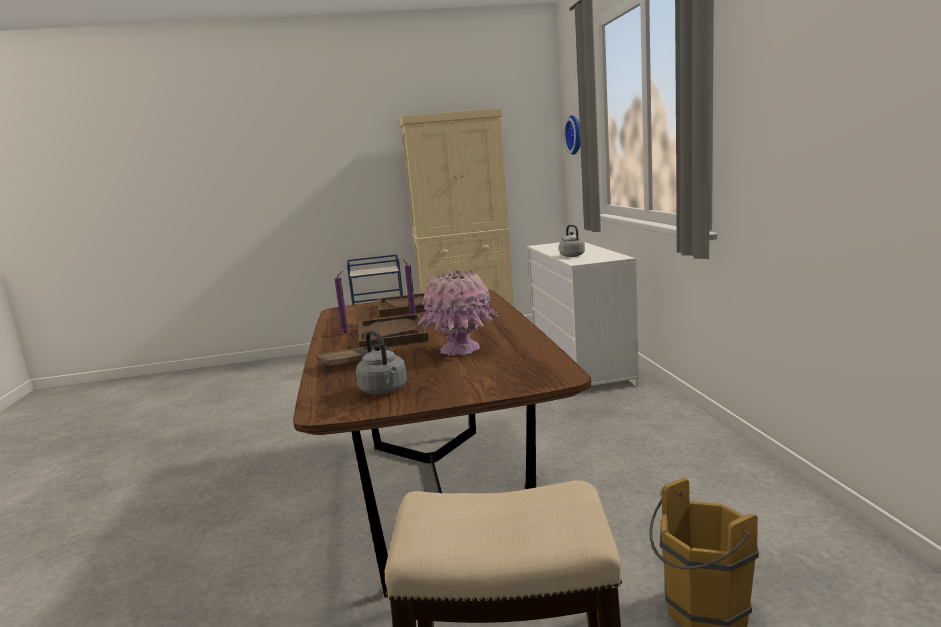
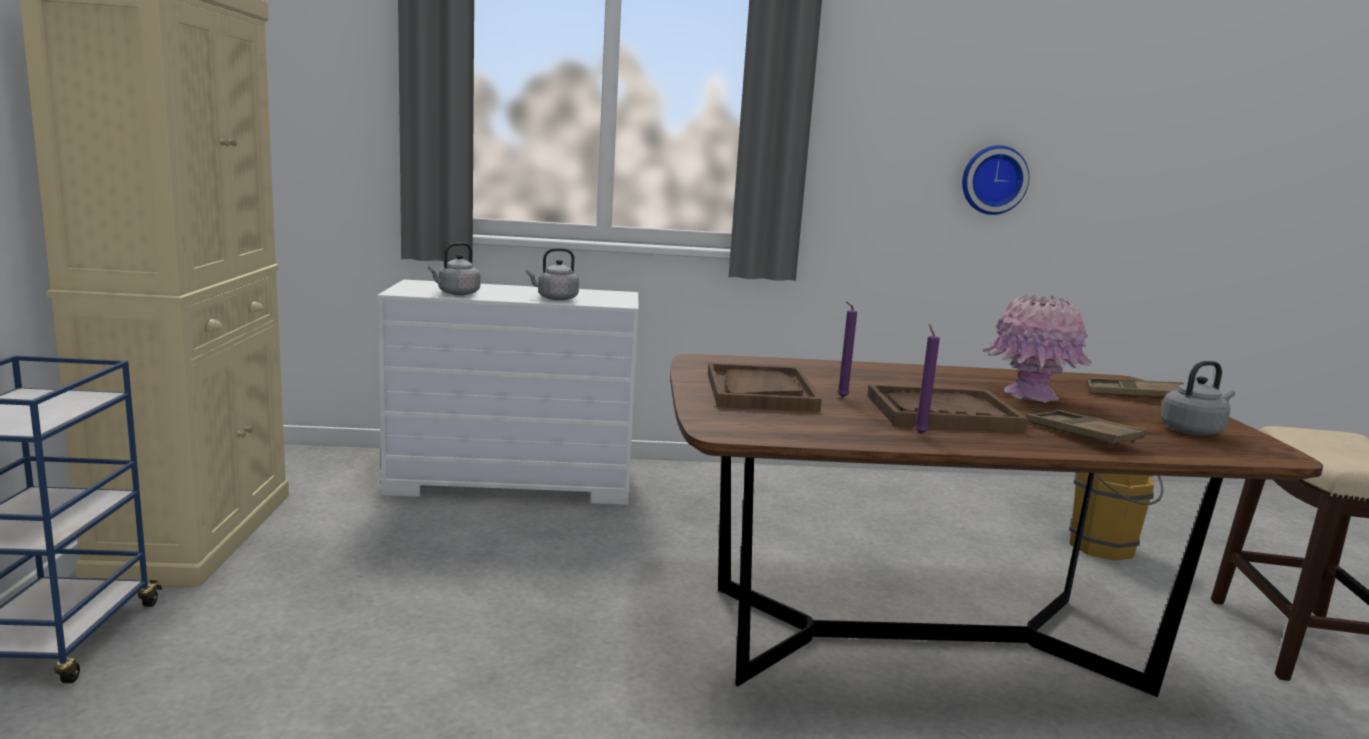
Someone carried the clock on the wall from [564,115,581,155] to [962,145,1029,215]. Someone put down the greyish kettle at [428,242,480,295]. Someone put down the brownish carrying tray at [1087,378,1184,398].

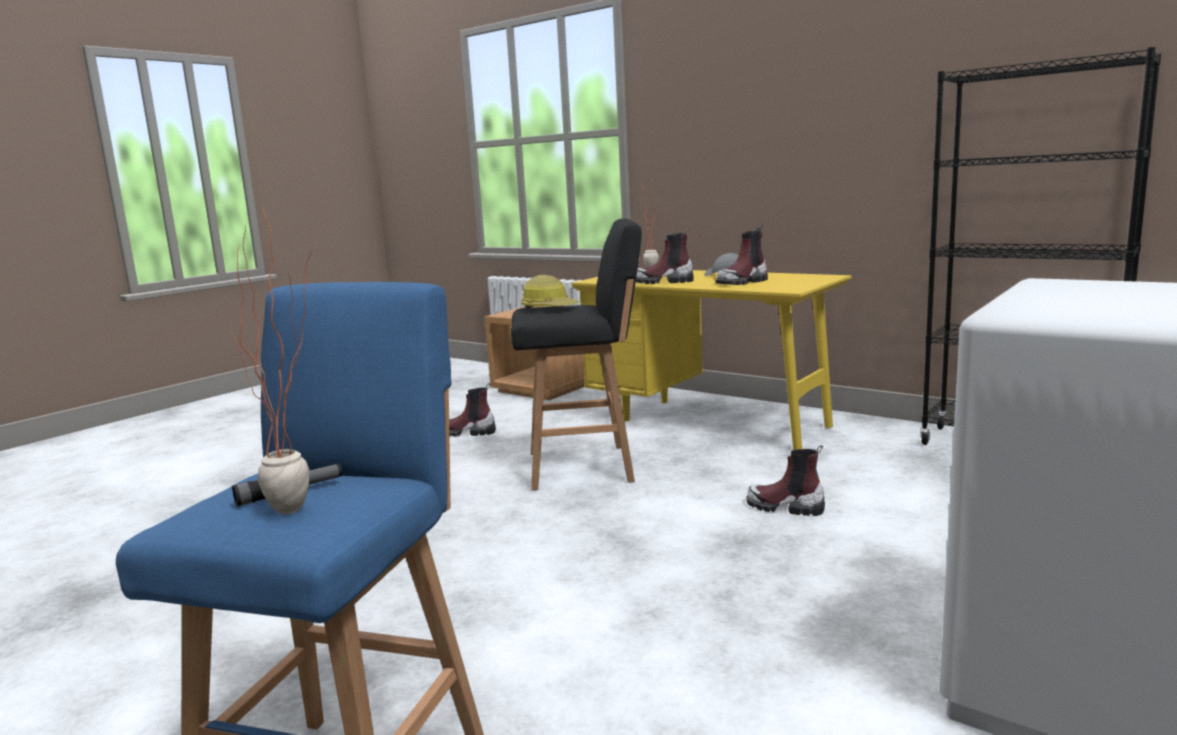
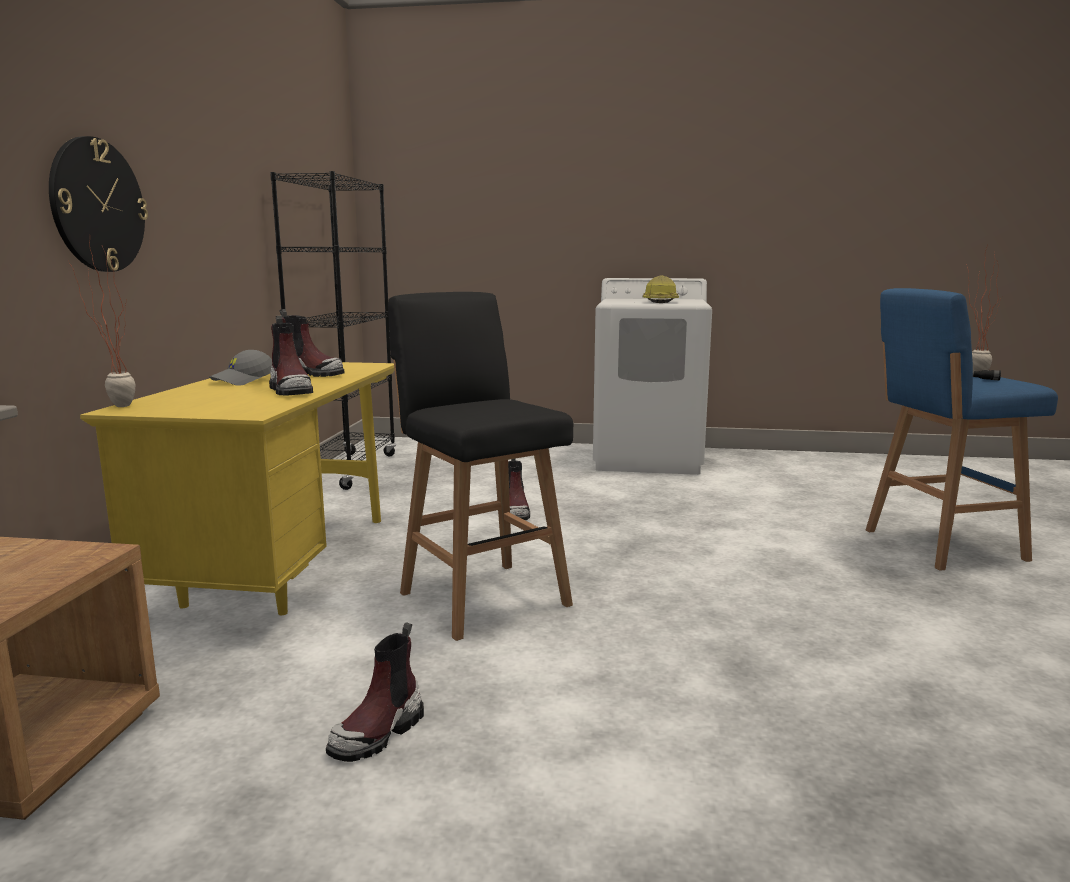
Someone carried the safety helmet from [521,275,579,308] to [643,276,679,303]. Someone rotated the tall boot at [449,383,496,436] by 60 degrees clockwise. Someone put up the clock on the wall at [49,136,148,272].

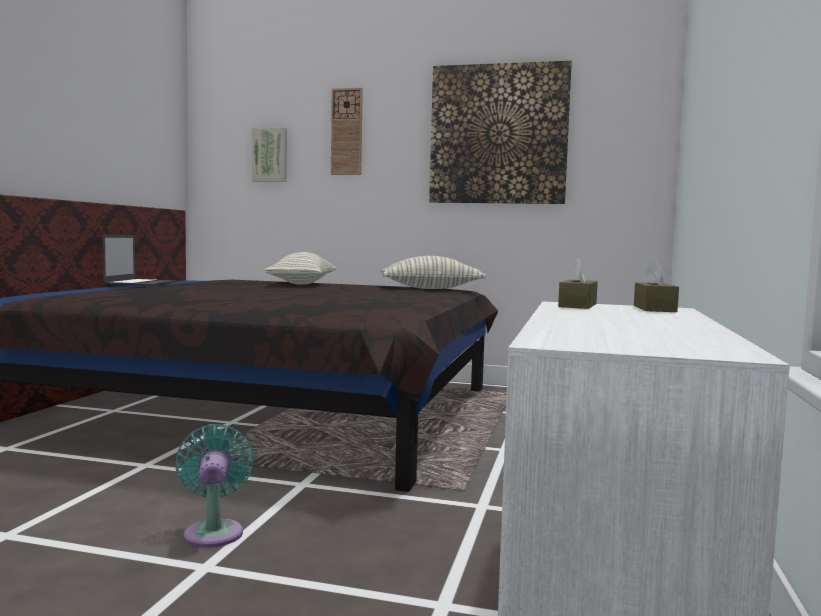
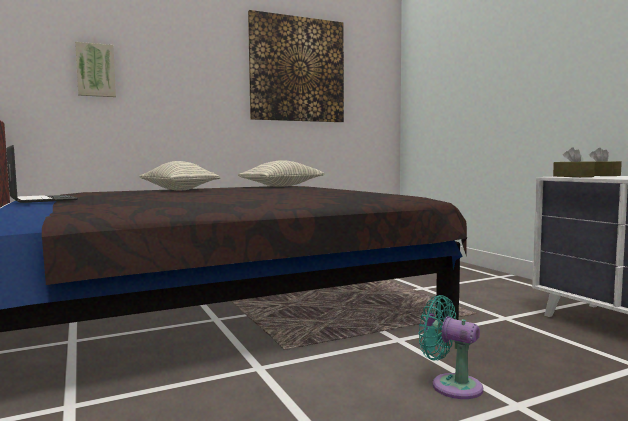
Someone took away the clock on the wall at [331,88,363,175].

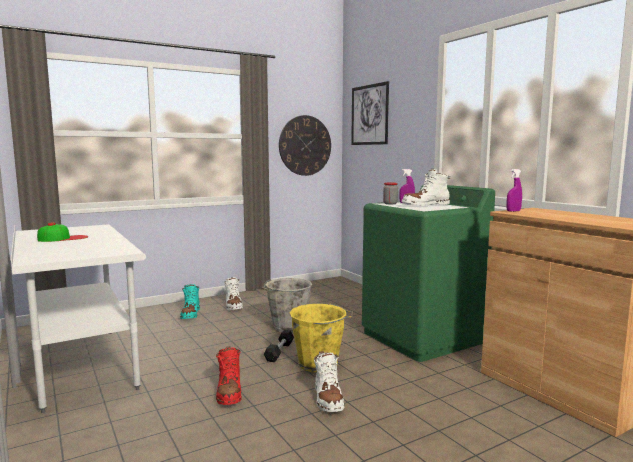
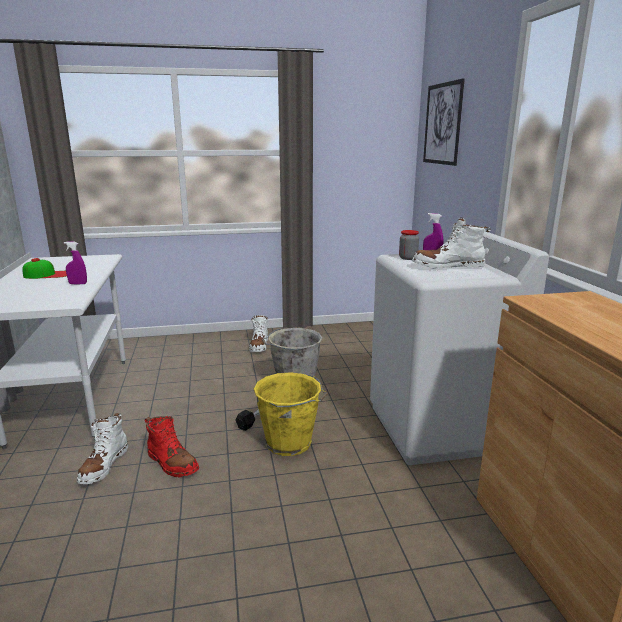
Someone took away the clock on the wall at [279,115,331,176]. Someone carried the purplish sprayer from [506,169,522,212] to [64,242,87,285]. Someone repainted the green laundry appliance at [362,185,495,362], which became the whitish laundry appliance at [370,232,549,465]. Someone took away the blue-green tall boot at [180,284,200,319]. Someone rotated the reddish tall boot at [216,346,242,405] by 60 degrees counterclockwise. Someone carried the whitish tall boot from [314,351,345,412] to [77,413,129,484].

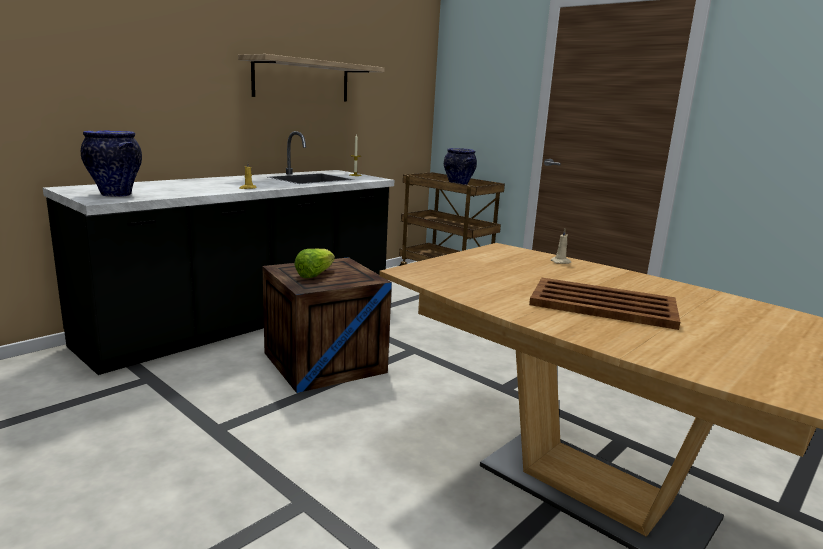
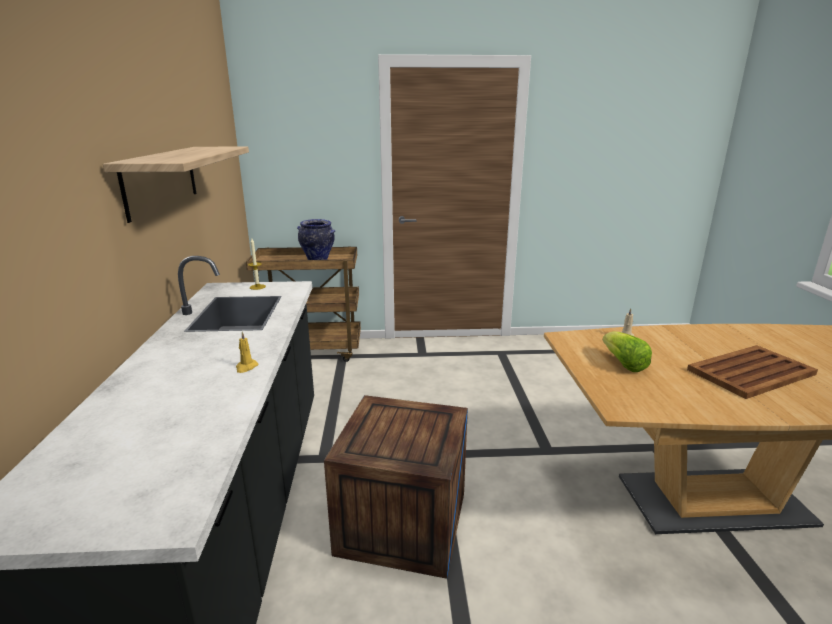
Someone took away the decorative vase at [81,130,142,197]. Someone carried the head of lettuce from [294,248,335,278] to [603,331,652,372].

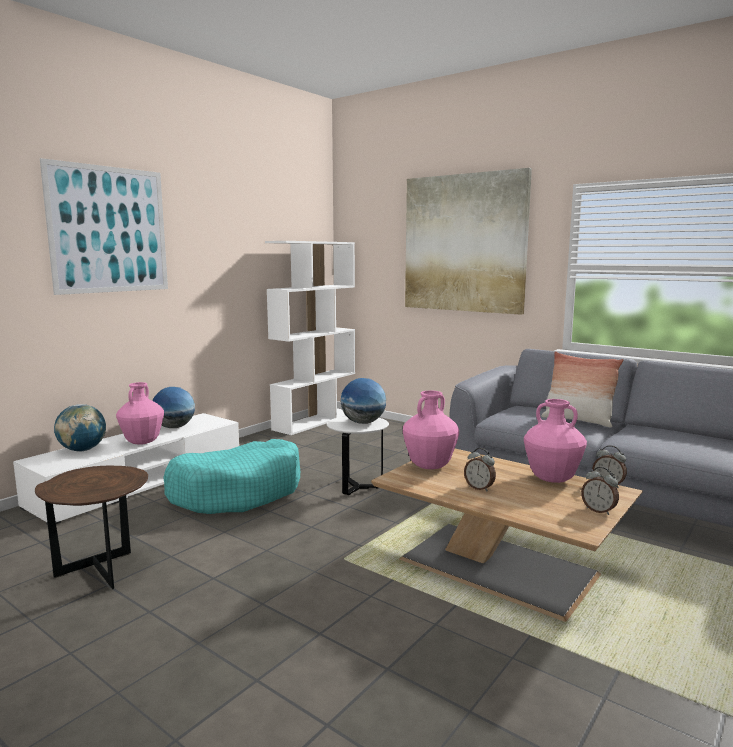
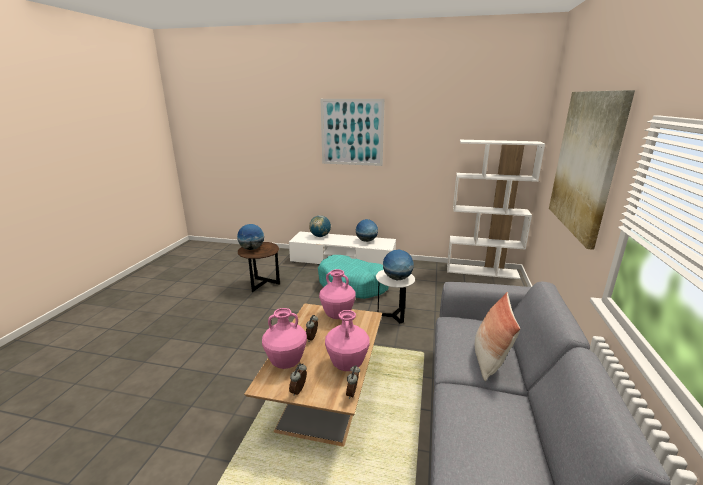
Someone carried the pink decorative vase from [116,382,164,445] to [262,308,307,369]. Someone put down the world globe at [237,224,264,250].

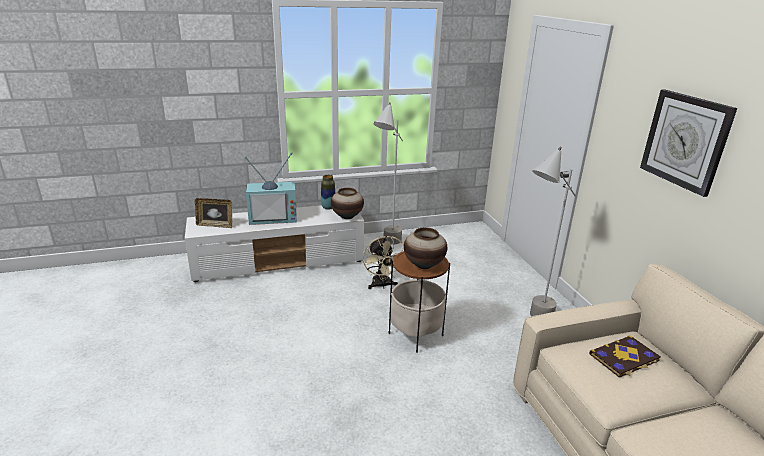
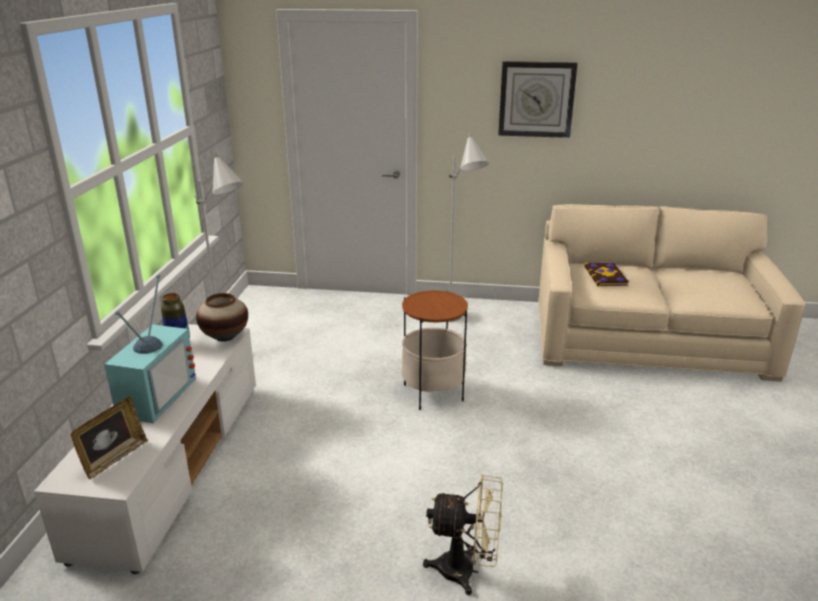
Someone took away the decorative vase at [404,227,447,269]. Someone carried the beige electric fan from [363,236,404,289] to [423,474,503,595].

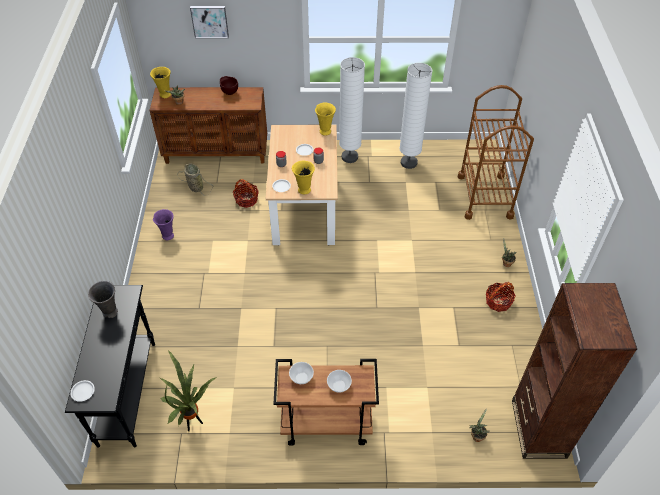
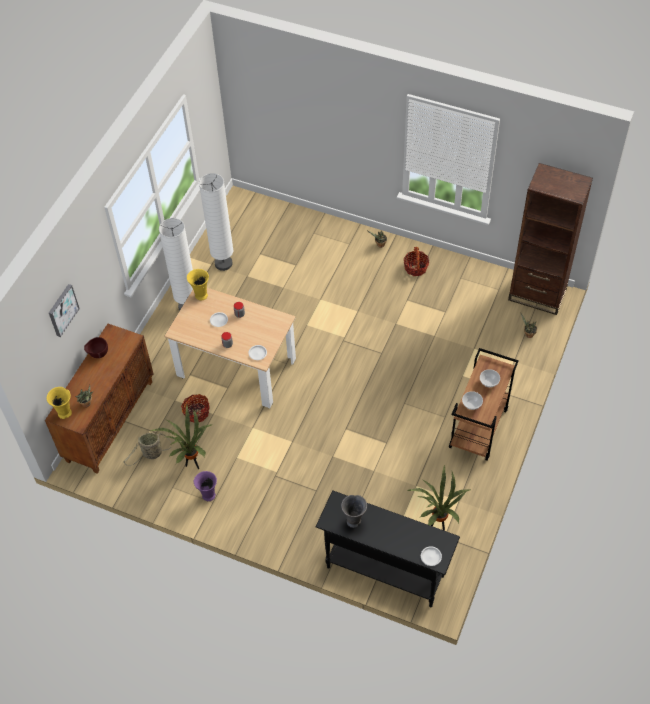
Someone took away the brownish trolley at [458,85,534,220]. Someone took away the yellow-coloured decorative vase at [292,161,315,194]. Someone put down the houseplant at [151,405,214,469].

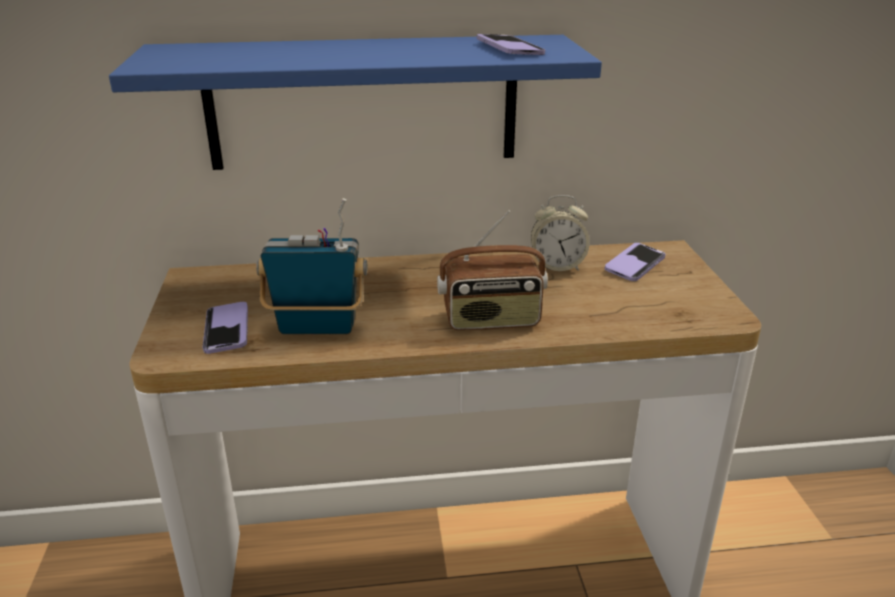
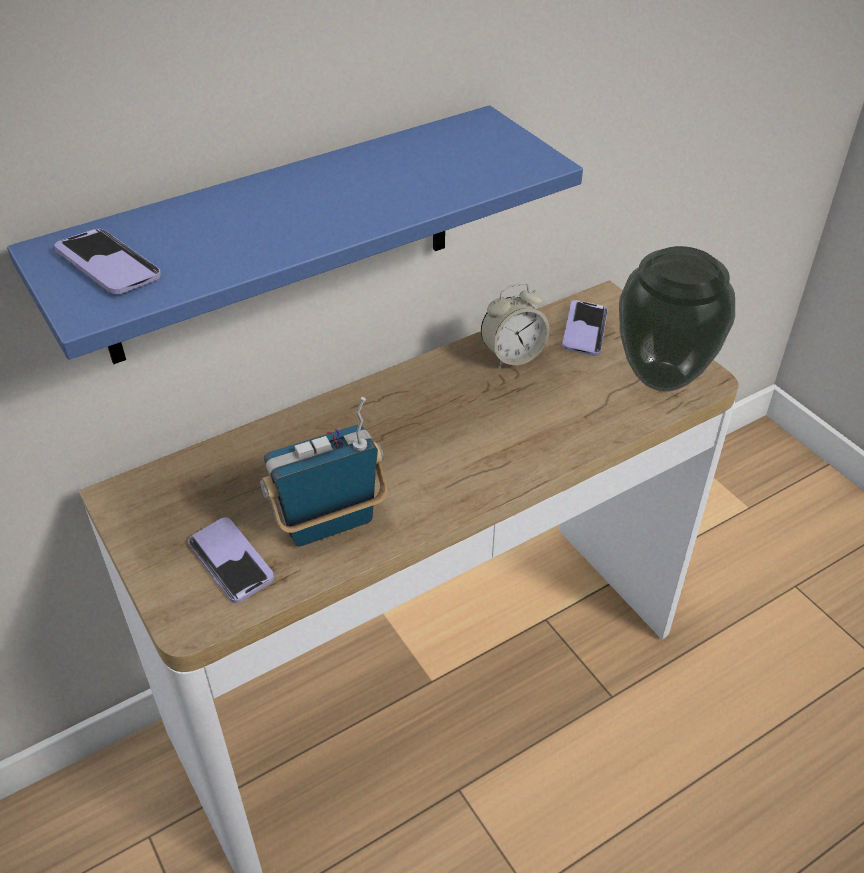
Someone carried the handset from [477,34,545,55] to [54,229,161,294]. Someone took away the radio receiver at [437,210,548,330]. Someone put down the decorative vase at [619,246,735,391].

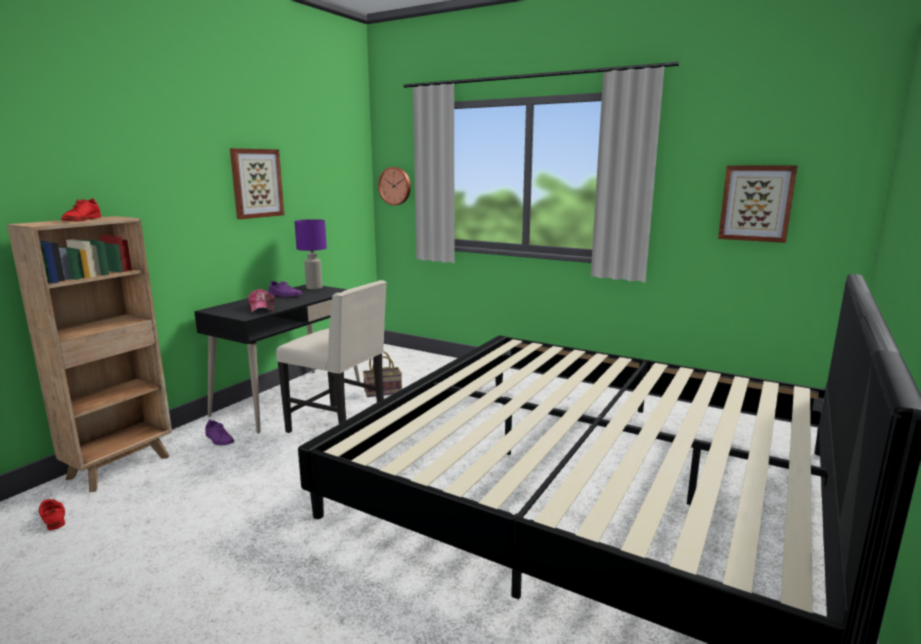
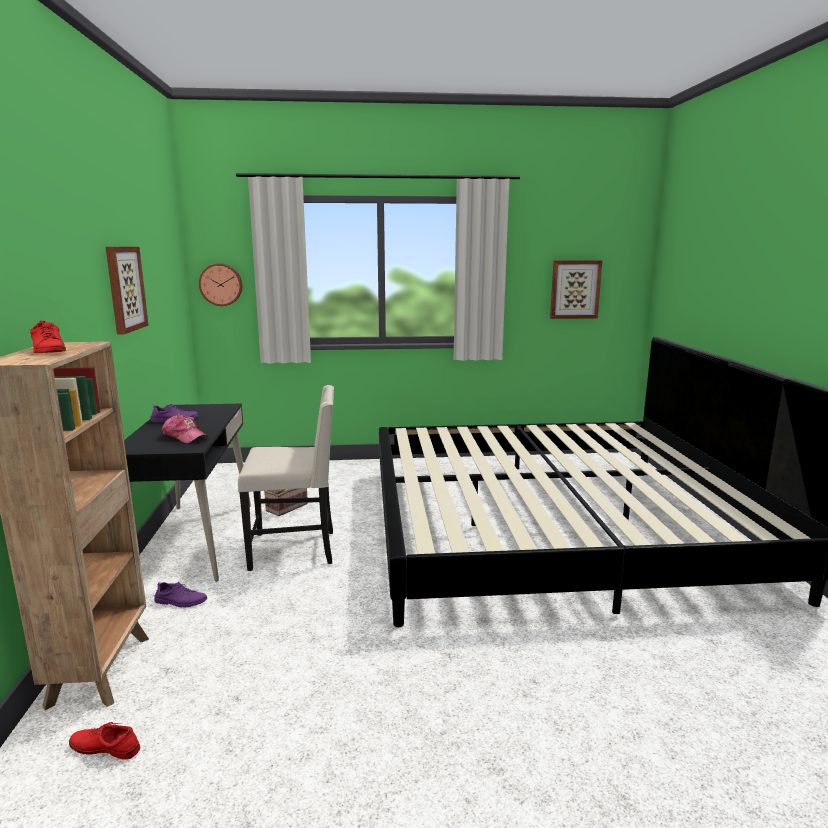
Someone took away the purplish table lamp at [294,219,327,290].

